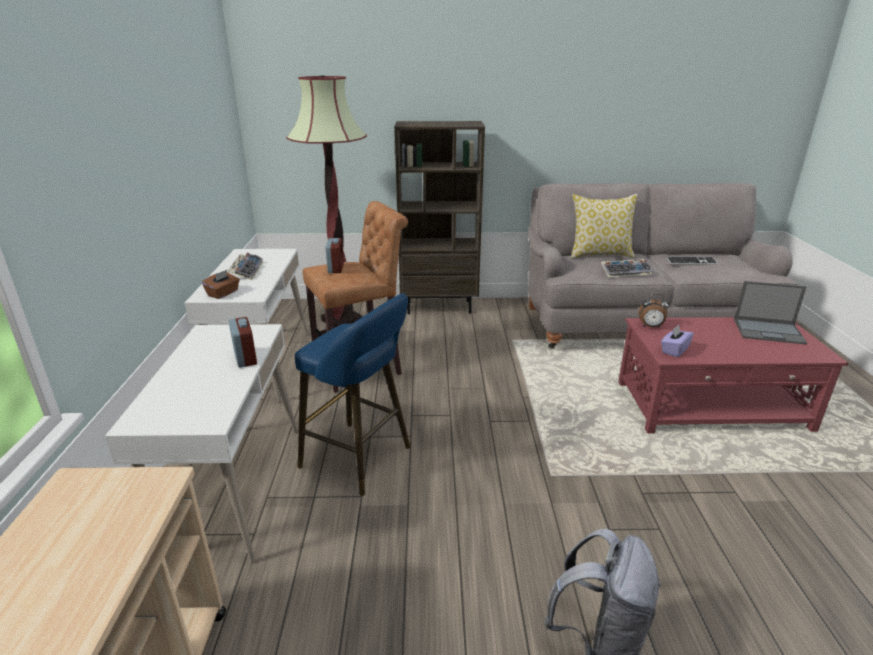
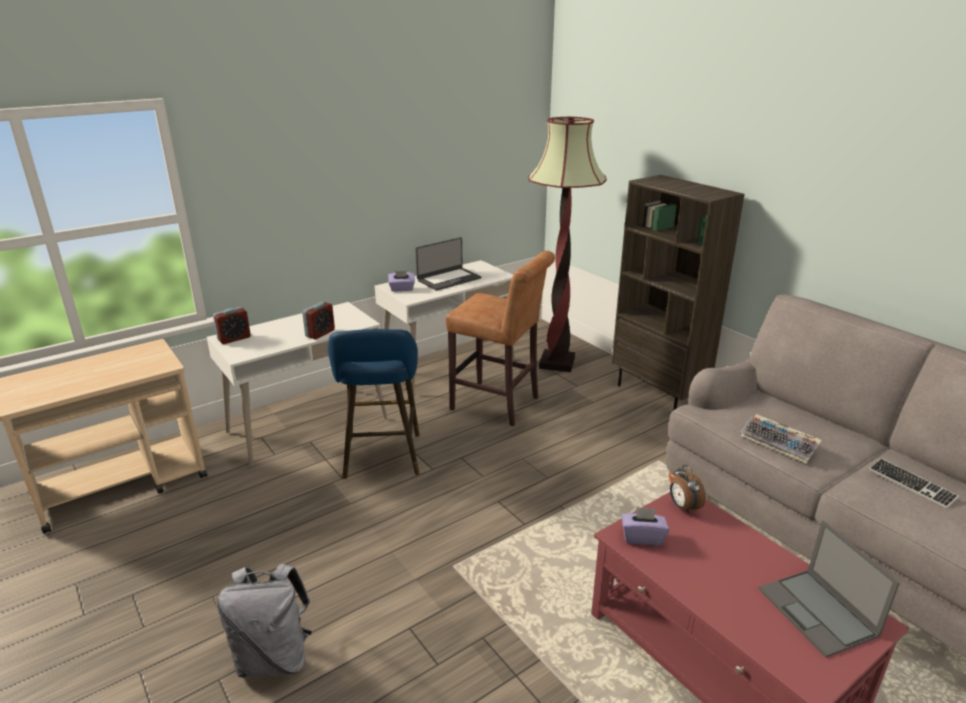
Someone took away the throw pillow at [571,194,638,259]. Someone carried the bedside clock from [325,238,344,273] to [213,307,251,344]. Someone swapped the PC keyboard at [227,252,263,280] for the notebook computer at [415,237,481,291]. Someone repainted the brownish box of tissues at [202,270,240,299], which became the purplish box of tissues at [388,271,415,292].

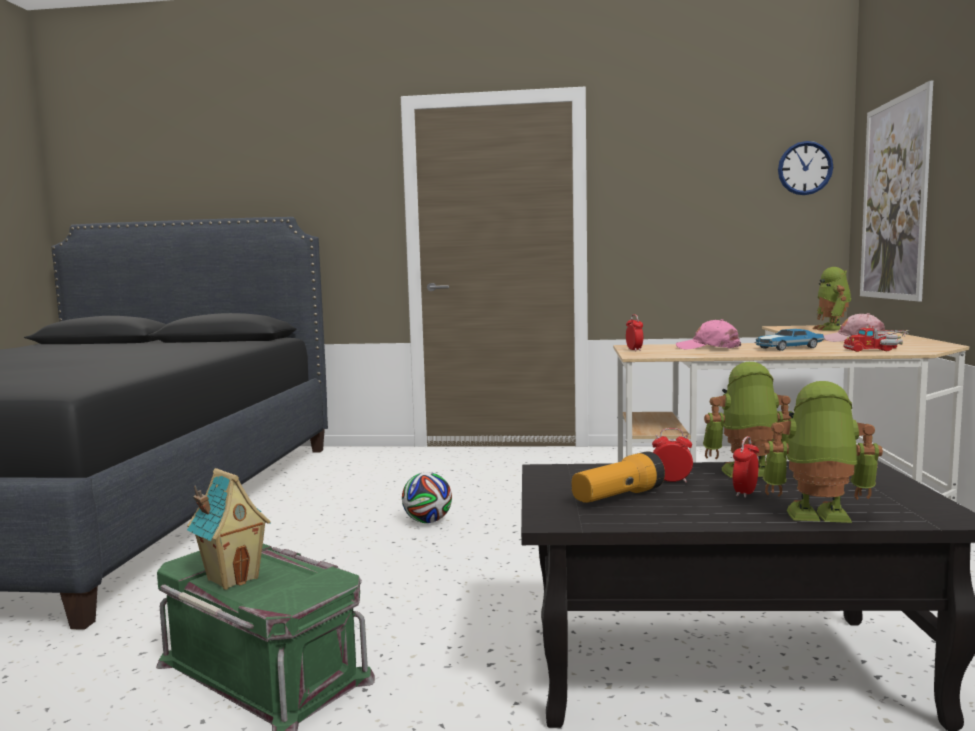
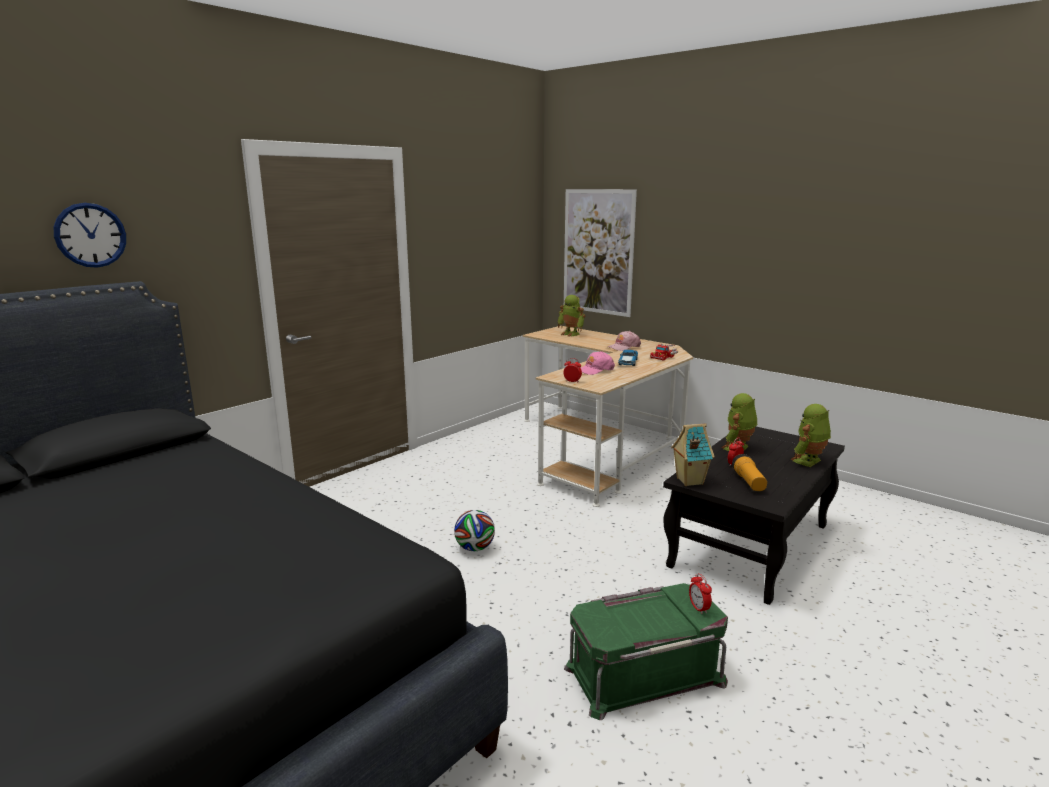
Someone carried the clock on the wall from [778,141,833,195] to [54,203,126,268]. Someone carried the bedside clock from [733,436,759,498] to [689,573,712,614]. Someone carried the model house from [187,468,271,590] to [671,423,715,486].

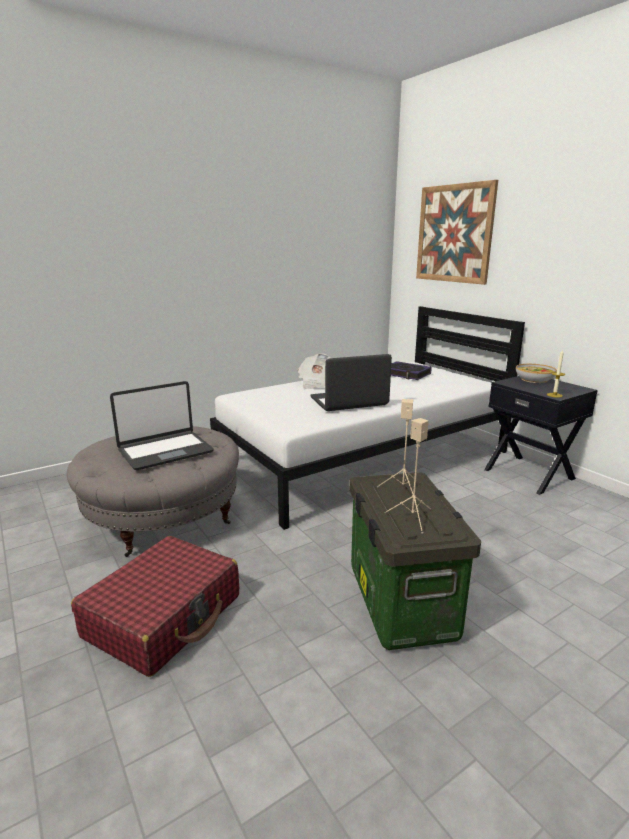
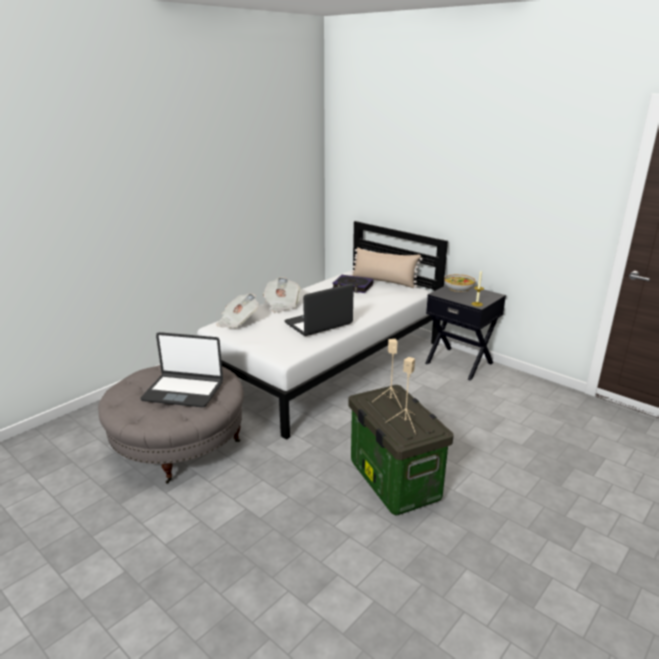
Someone took away the wall picture at [416,180,498,285]. Someone rotated the notebook computer at [110,381,214,470] by 60 degrees clockwise. Someone took away the reddish piece of luggage at [71,536,239,677]. Someone put down the beige throw pillow at [350,247,423,288]. Someone put down the daily paper at [216,293,259,328].

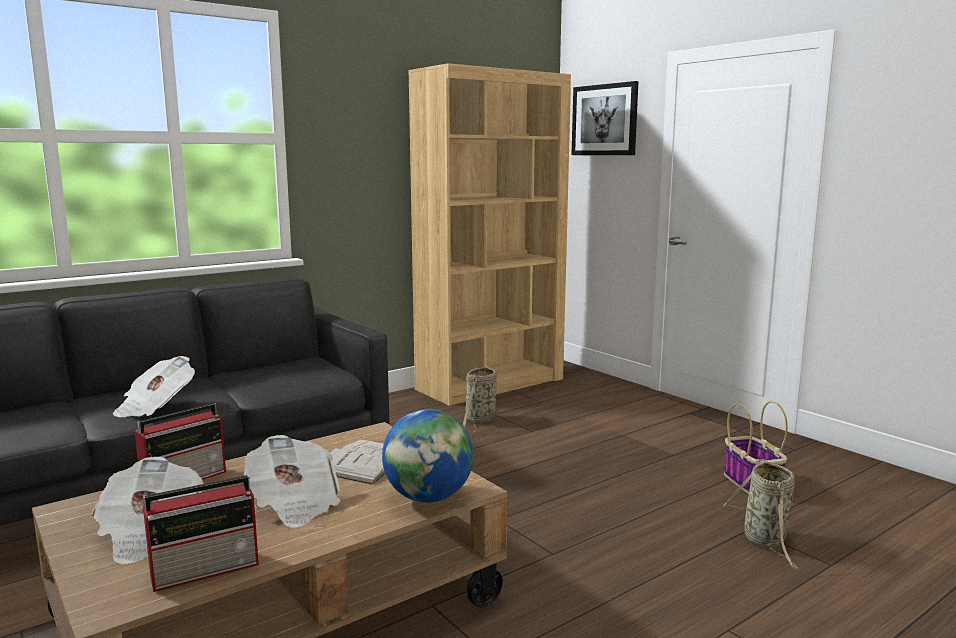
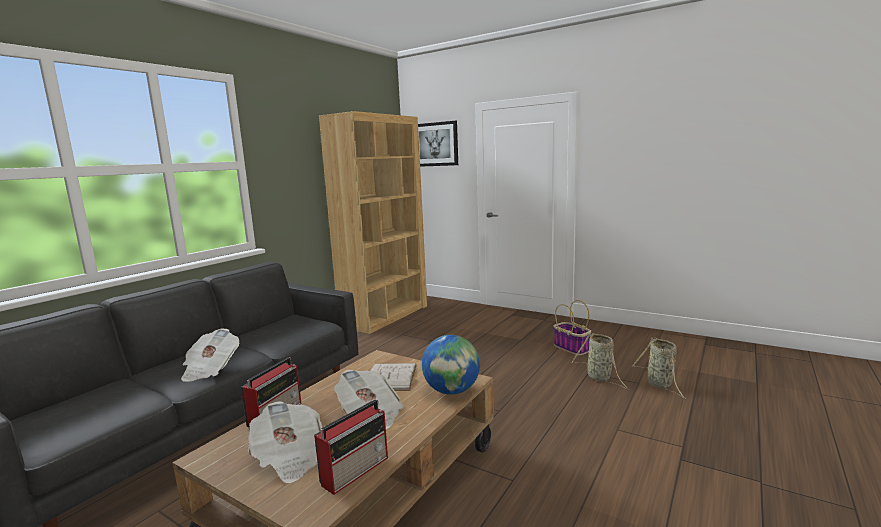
Someone carried the household basket from [463,366,497,432] to [632,337,686,399].

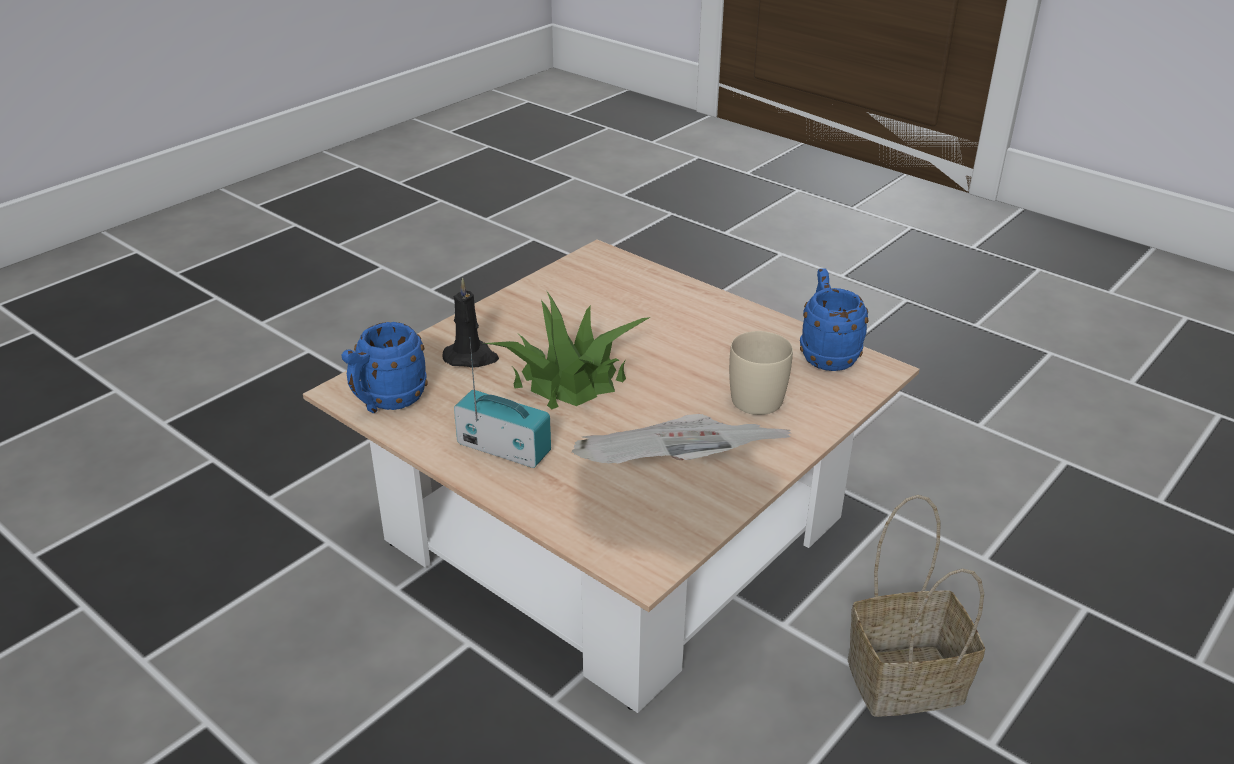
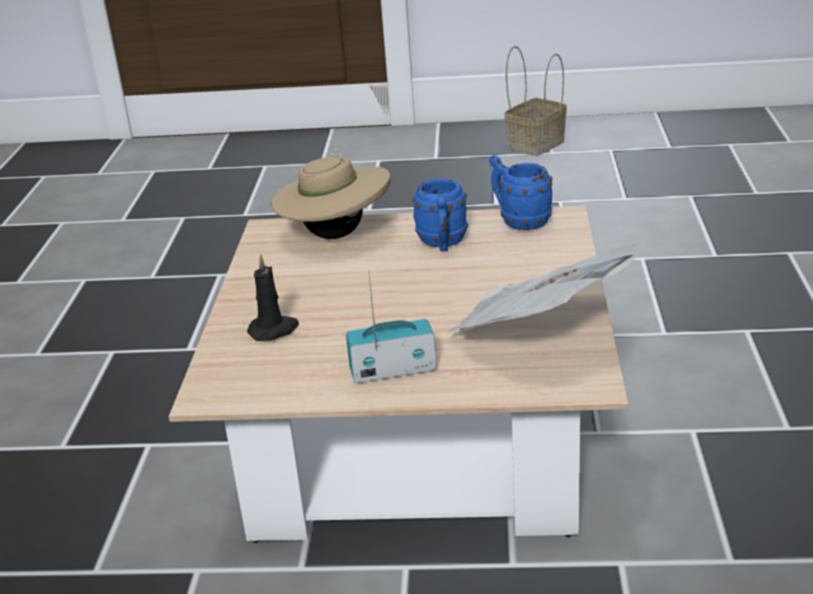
Someone took away the houseplant at [483,290,650,409]. Someone carried the blue-coloured tea mug from [342,322,428,413] to [412,179,468,252]. Someone took away the beige tea mug at [729,331,793,415]. Someone carried the household basket from [848,495,985,717] to [505,46,567,156]. Someone put down the beige clothing hat at [271,146,391,239].

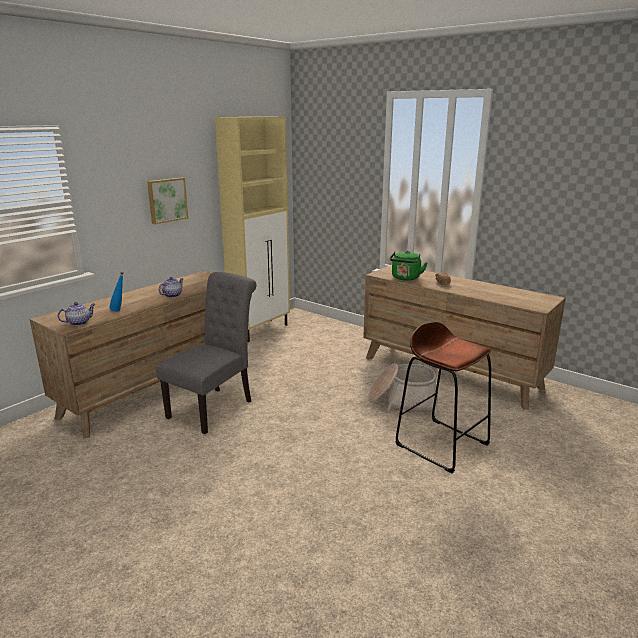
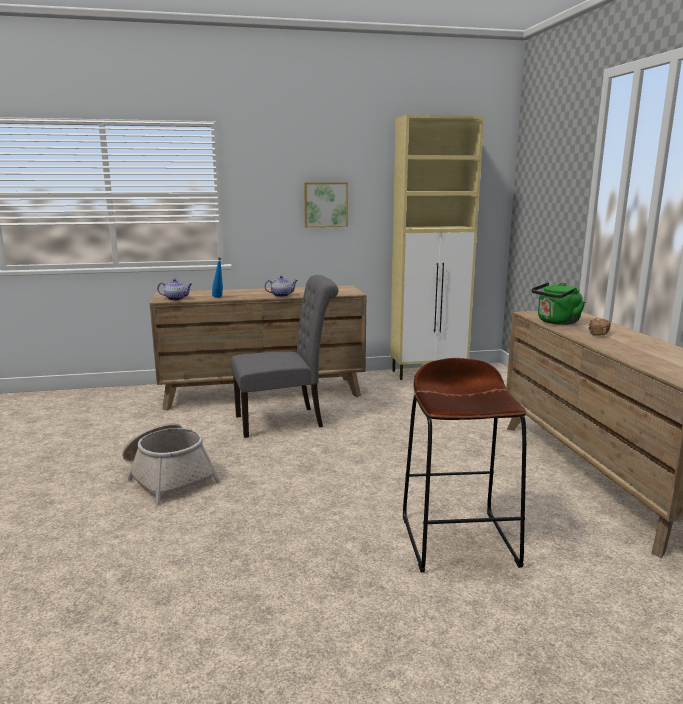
Someone carried the household basket from [368,363,438,416] to [122,423,220,505].

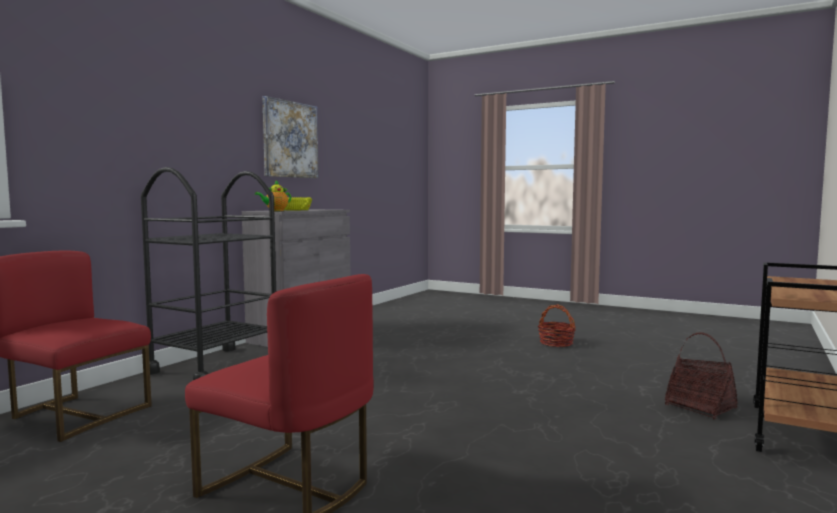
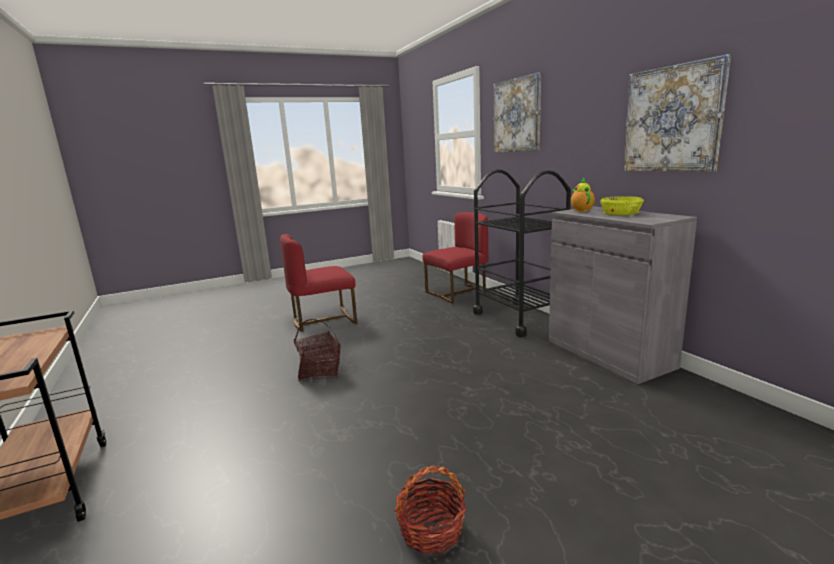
Someone carried the household basket from [665,332,738,419] to [294,319,341,381]. Someone put up the wall picture at [493,73,541,152].

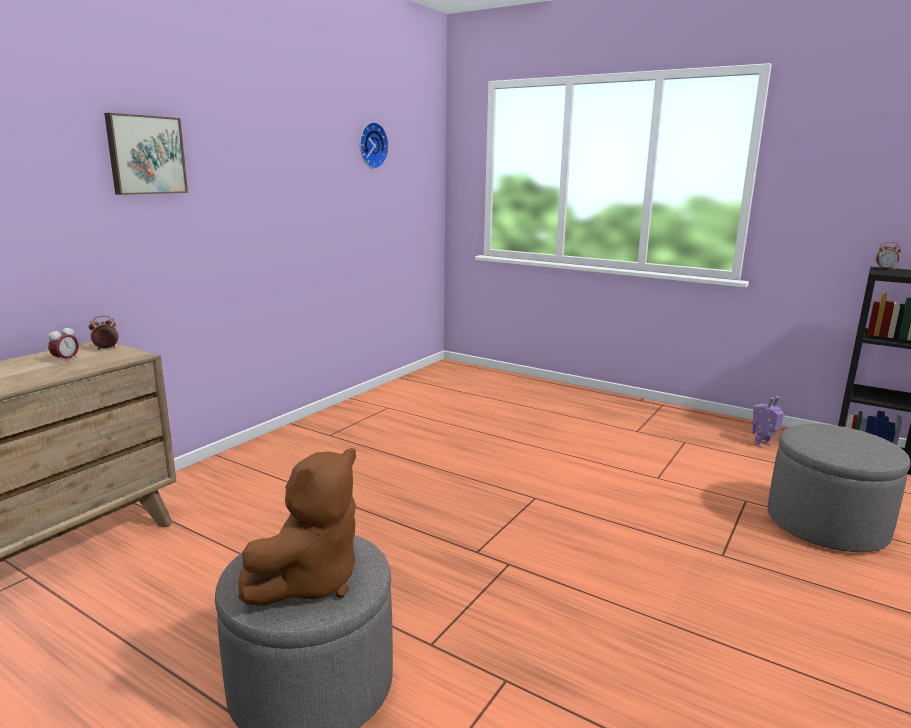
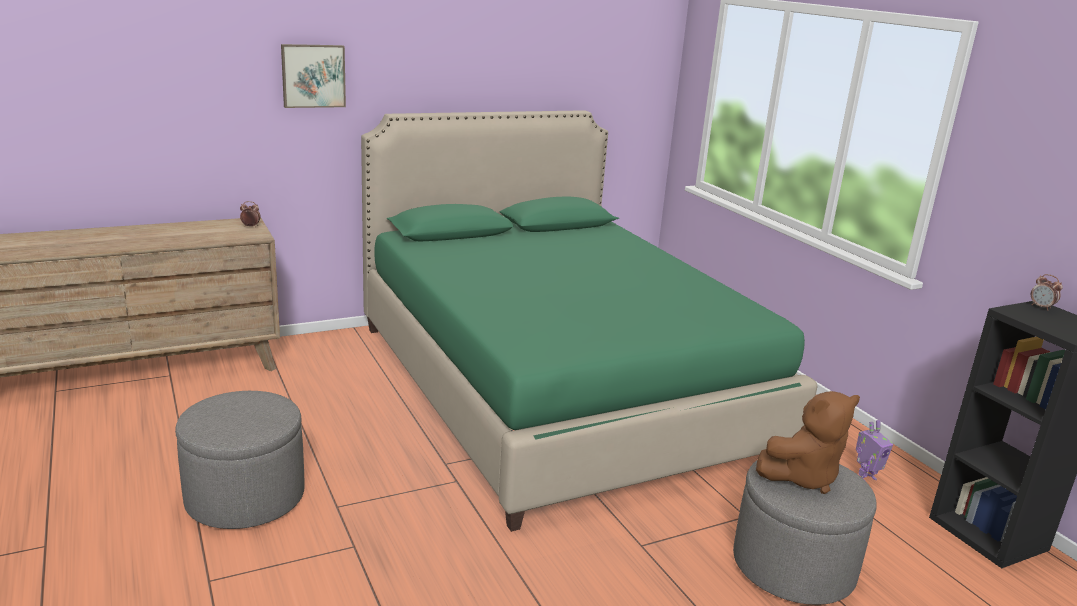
Someone took away the clock on the wall at [360,122,389,169]. Someone took away the bedside clock at [48,324,79,362]. Someone rotated the model robot at [752,396,784,448] by 150 degrees clockwise. Someone carried the brownish cuddly toy from [238,448,356,606] to [756,391,860,494]. Someone put down the green sleeping bed at [361,110,817,532].

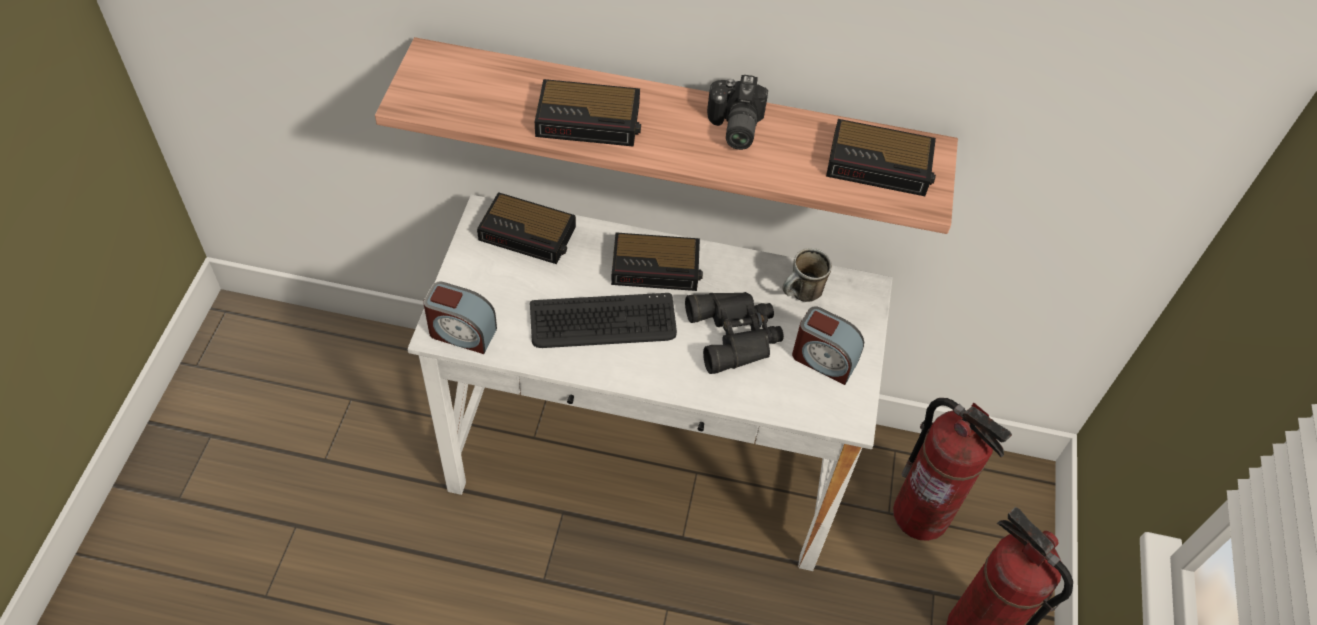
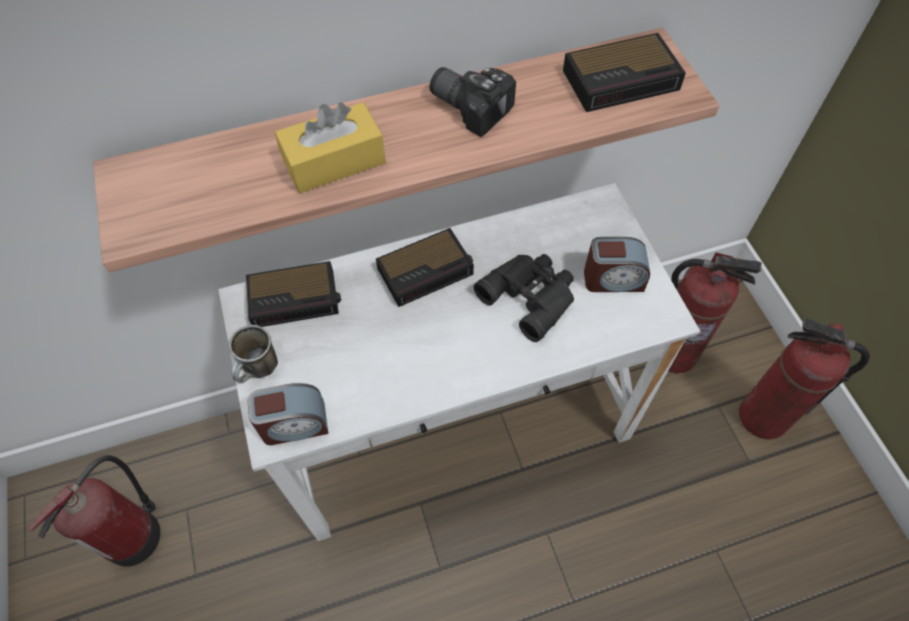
Someone rotated the photo camera at [707,75,768,150] by 150 degrees clockwise. Someone swapped the bedside clock at [535,79,641,147] for the yellow-coloured box of tissues at [275,102,386,193]. Someone carried the tea mug from [783,248,832,302] to [229,325,278,383]. Someone took away the PC keyboard at [530,293,677,348]. Someone put down the extinguisher at [28,455,161,566].

